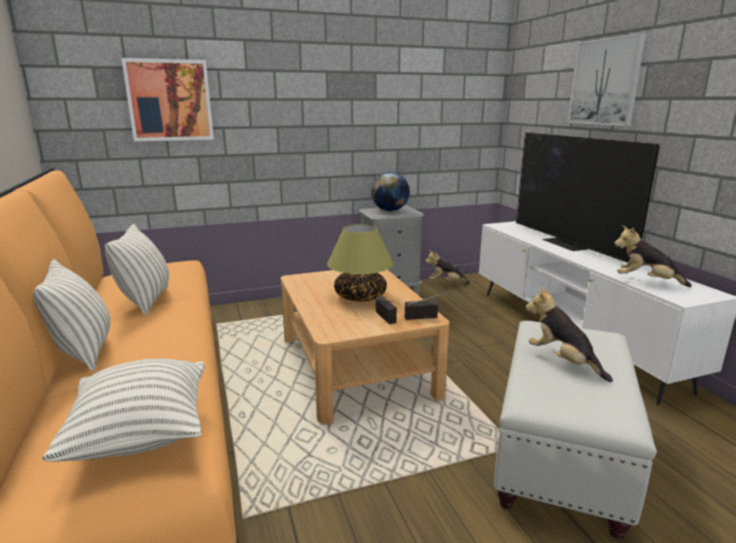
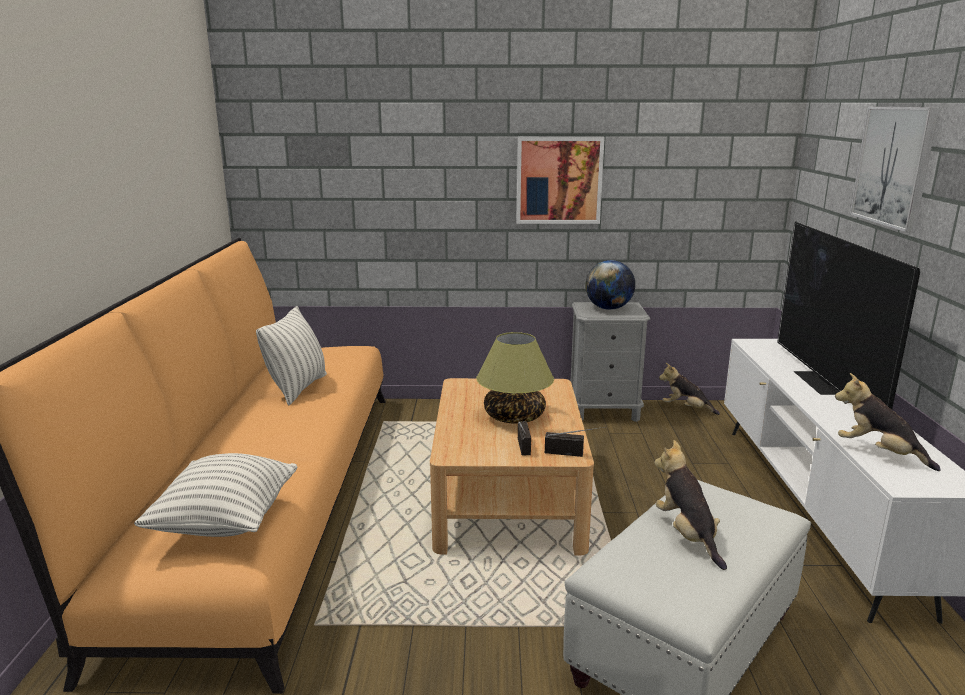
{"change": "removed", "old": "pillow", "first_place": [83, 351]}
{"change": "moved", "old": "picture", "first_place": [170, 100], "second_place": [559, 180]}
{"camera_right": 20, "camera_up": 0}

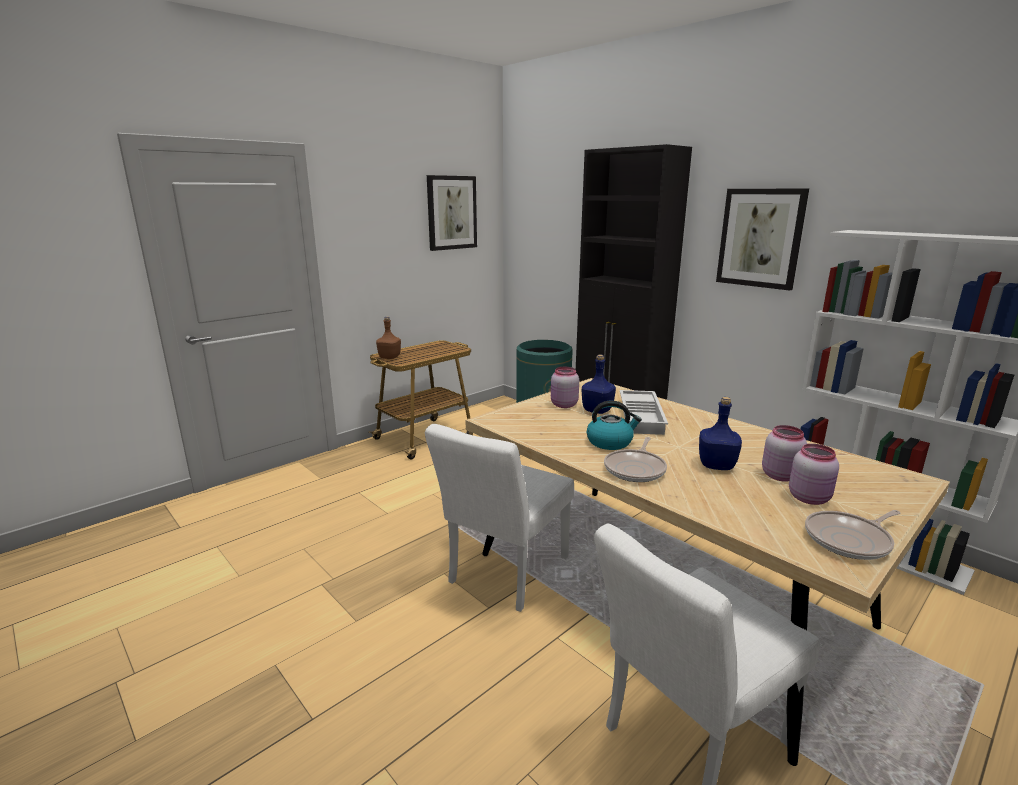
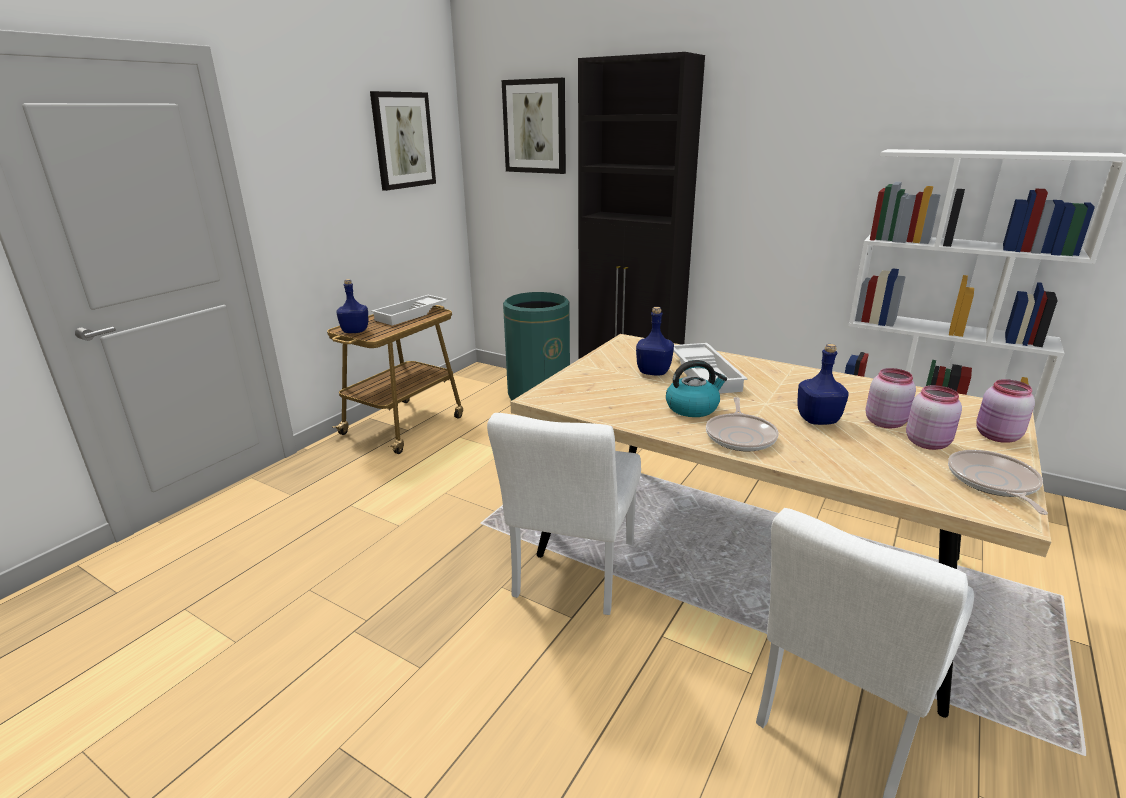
{"change": "added", "new": "white tray", "second_place": [411, 314]}
{"change": "moved", "old": "pink jar", "first_place": [563, 405], "second_place": [996, 436]}
{"change": "moved", "old": "picture", "first_place": [760, 238], "second_place": [535, 126]}
{"change": "recoloured", "old": "brown bottle", "new": "blue bottle", "first_place": [390, 357], "second_place": [356, 331]}
{"change": "turned", "old": "frying pan", "first_place": [850, 540], "second_place": [993, 482], "degrees": 135}
{"camera_right": -15, "camera_up": 5}

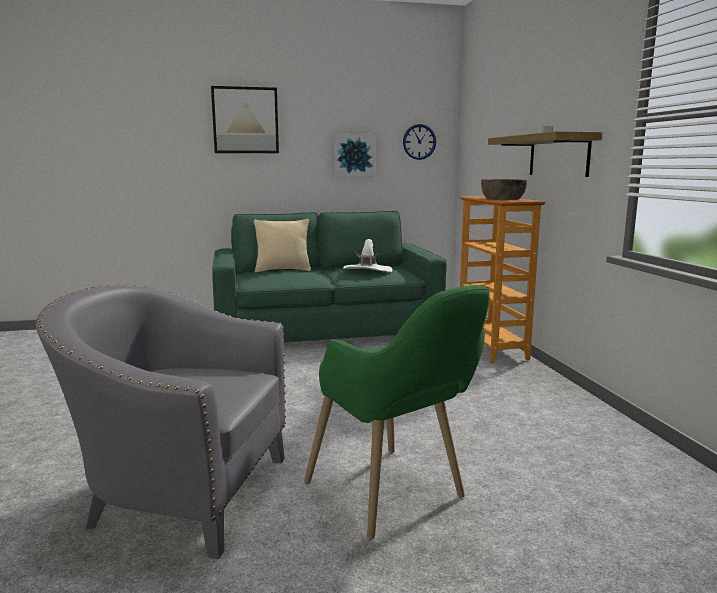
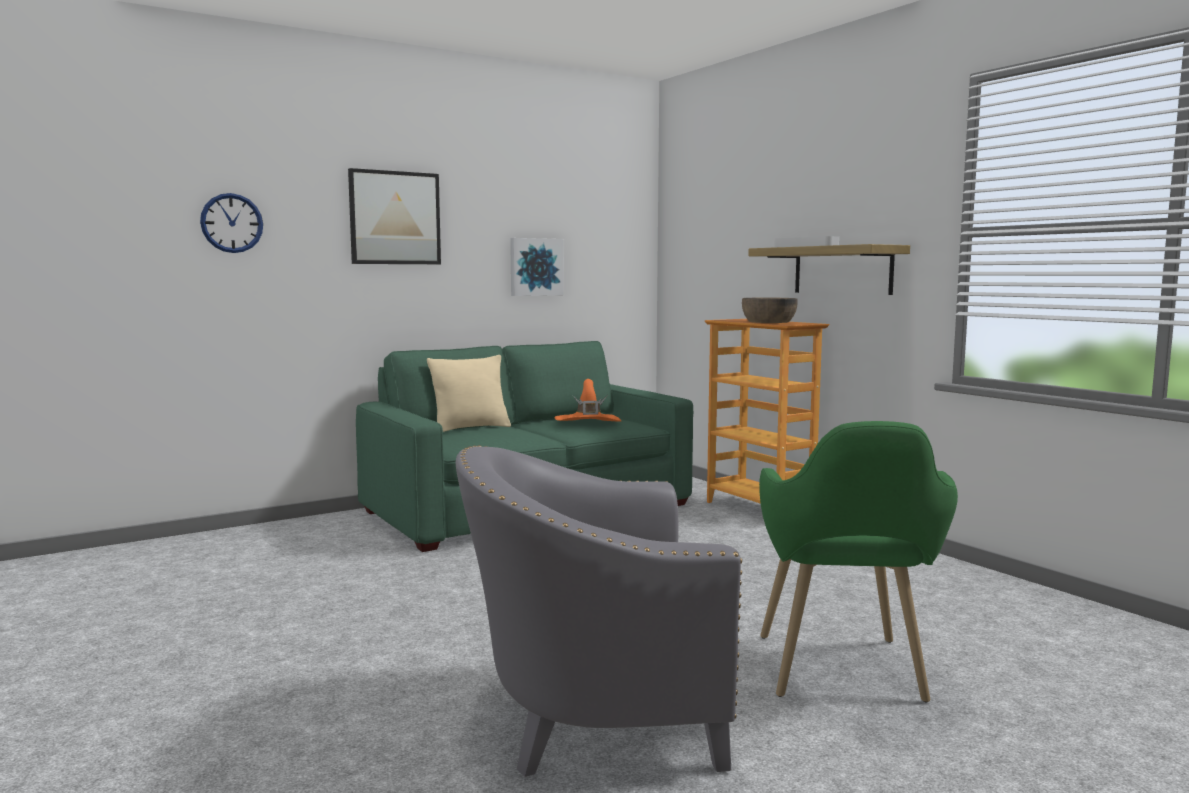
{"change": "moved", "old": "wall clock", "first_place": [419, 142], "second_place": [232, 223]}
{"change": "recoloured", "old": "white hat", "new": "orange hat", "first_place": [367, 270], "second_place": [588, 422]}
{"change": "turned", "old": "green armchair", "first_place": [396, 500], "second_place": [843, 679], "degrees": 60}
{"camera_right": -20, "camera_up": -5}

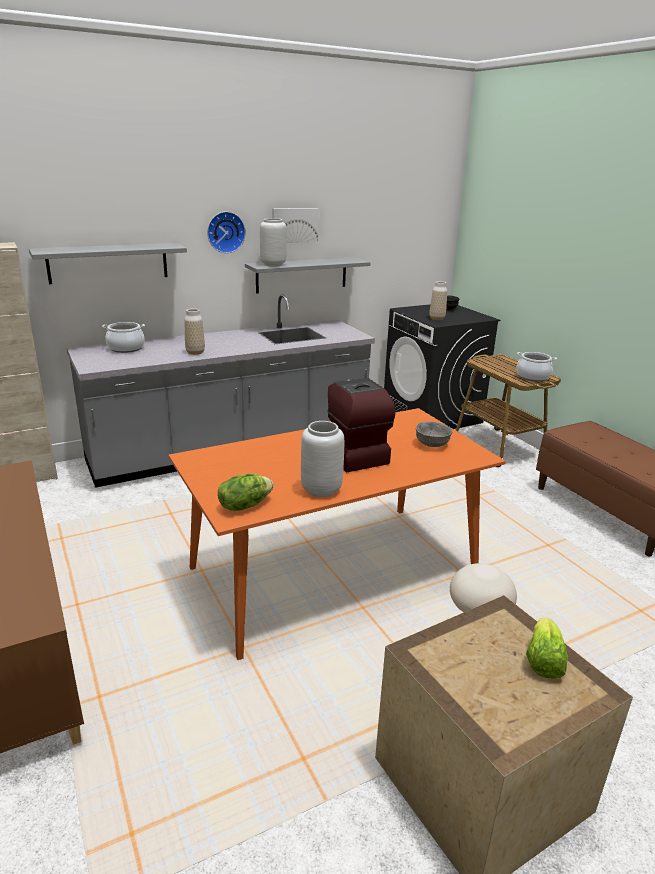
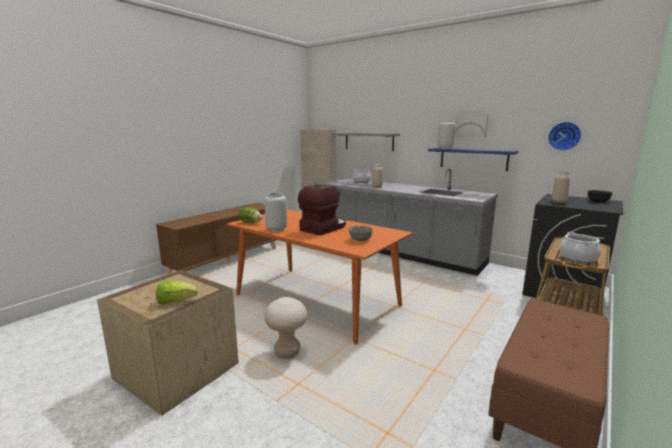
{"change": "moved", "old": "wall clock", "first_place": [225, 232], "second_place": [564, 136]}
{"change": "recoloured", "old": "grey shelf", "new": "blue shelf", "first_place": [302, 275], "second_place": [473, 159]}
{"camera_right": 65, "camera_up": -10}

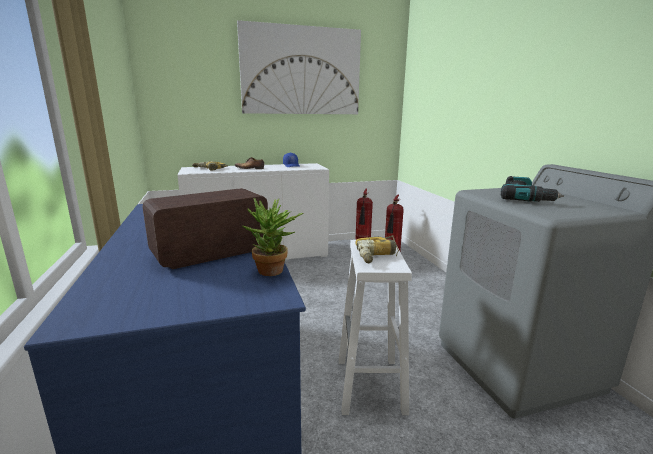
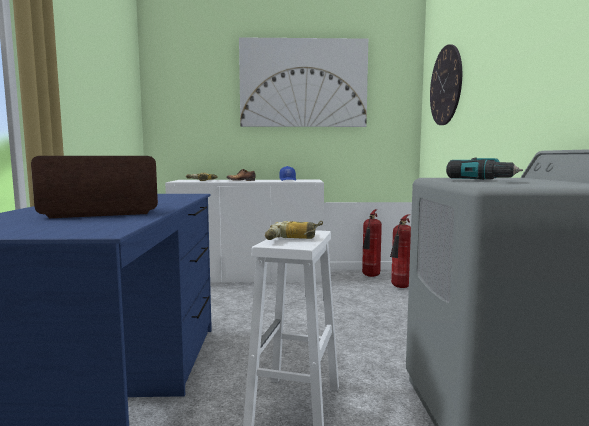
{"change": "removed", "old": "potted plant", "first_place": [274, 272]}
{"change": "added", "new": "wall clock", "second_place": [445, 86]}
{"camera_right": 15, "camera_up": -10}

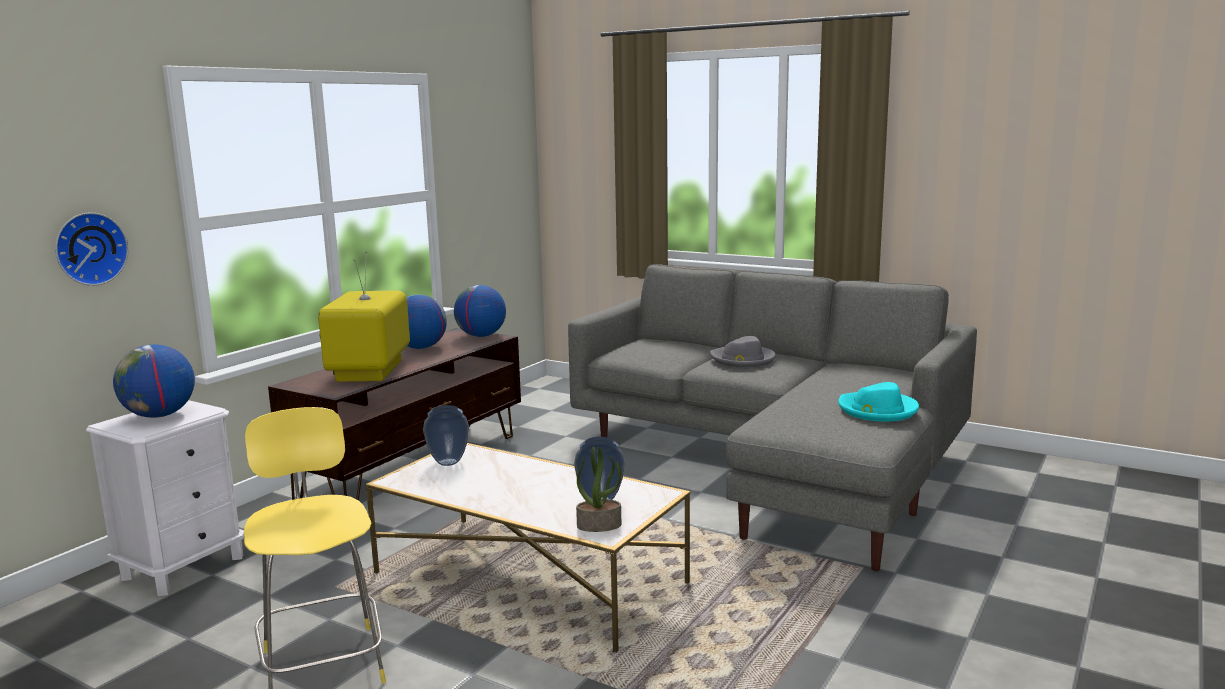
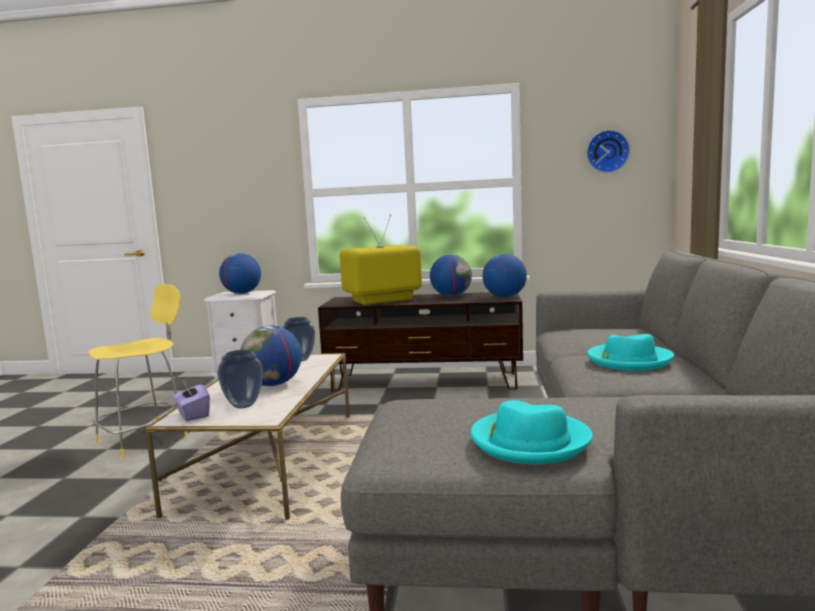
{"change": "added", "new": "globe", "second_place": [273, 385]}
{"change": "moved", "old": "wall clock", "first_place": [89, 248], "second_place": [607, 152]}
{"change": "replaced", "old": "potted plant", "new": "purple tissue box", "first_place": [599, 525], "second_place": [193, 414]}
{"change": "recoloured", "old": "grey hat", "new": "turquoise hat", "first_place": [742, 359], "second_place": [628, 360]}
{"camera_right": 65, "camera_up": -5}

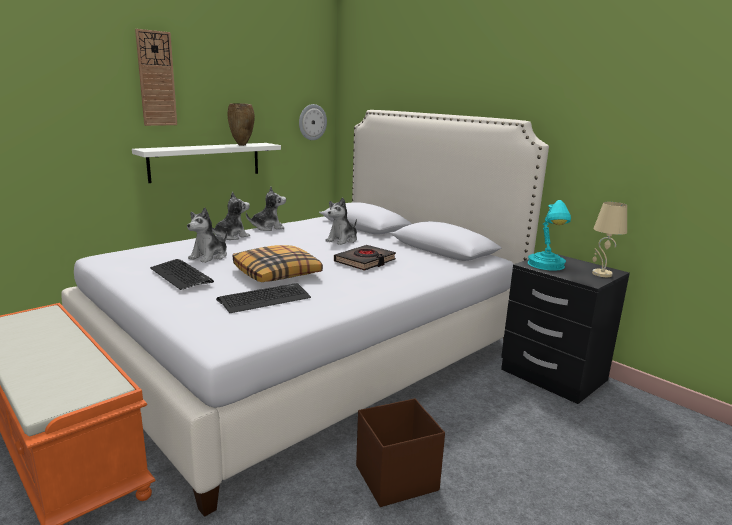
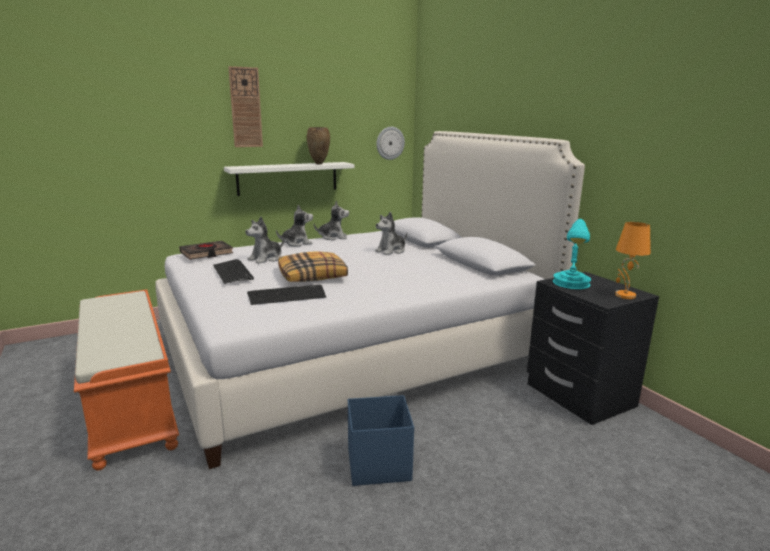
{"change": "moved", "old": "black book", "first_place": [365, 261], "second_place": [206, 253]}
{"change": "recoloured", "old": "brown storage box", "new": "blue storage box", "first_place": [395, 478], "second_place": [377, 464]}
{"change": "recoloured", "old": "beige table lamp", "new": "orange table lamp", "first_place": [601, 274], "second_place": [624, 295]}
{"camera_right": 15, "camera_up": 0}

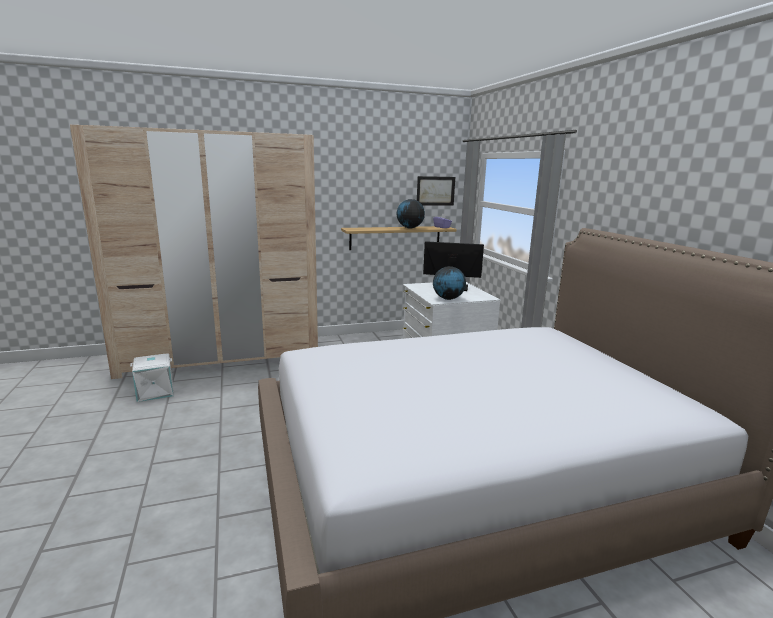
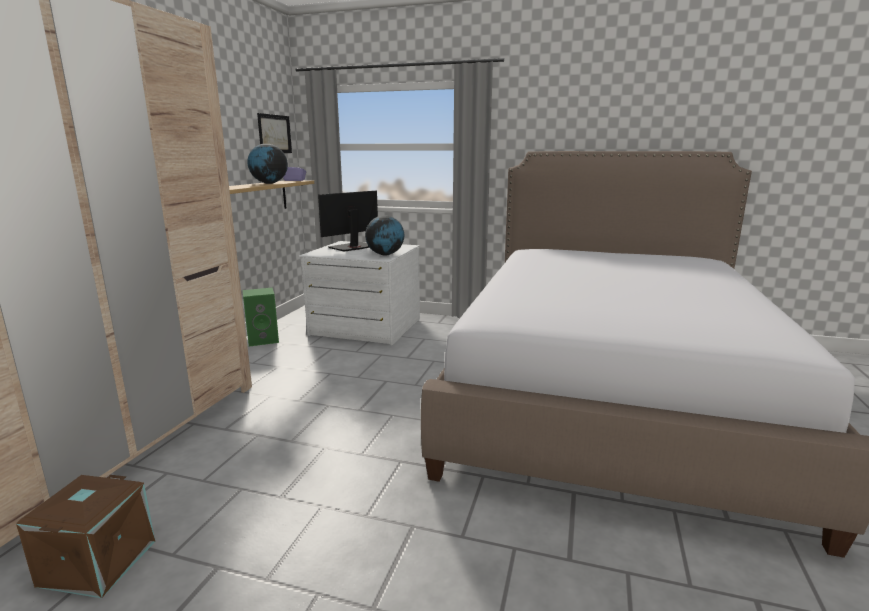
{"change": "added", "new": "green speaker", "second_place": [264, 340]}
{"change": "recoloured", "old": "white storage box", "new": "brown storage box", "first_place": [155, 391], "second_place": [97, 562]}
{"camera_right": -55, "camera_up": 0}

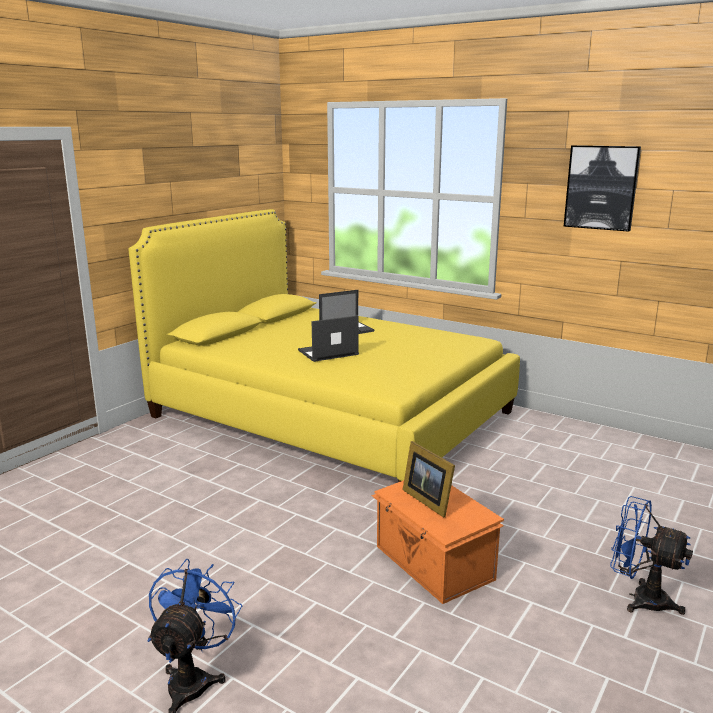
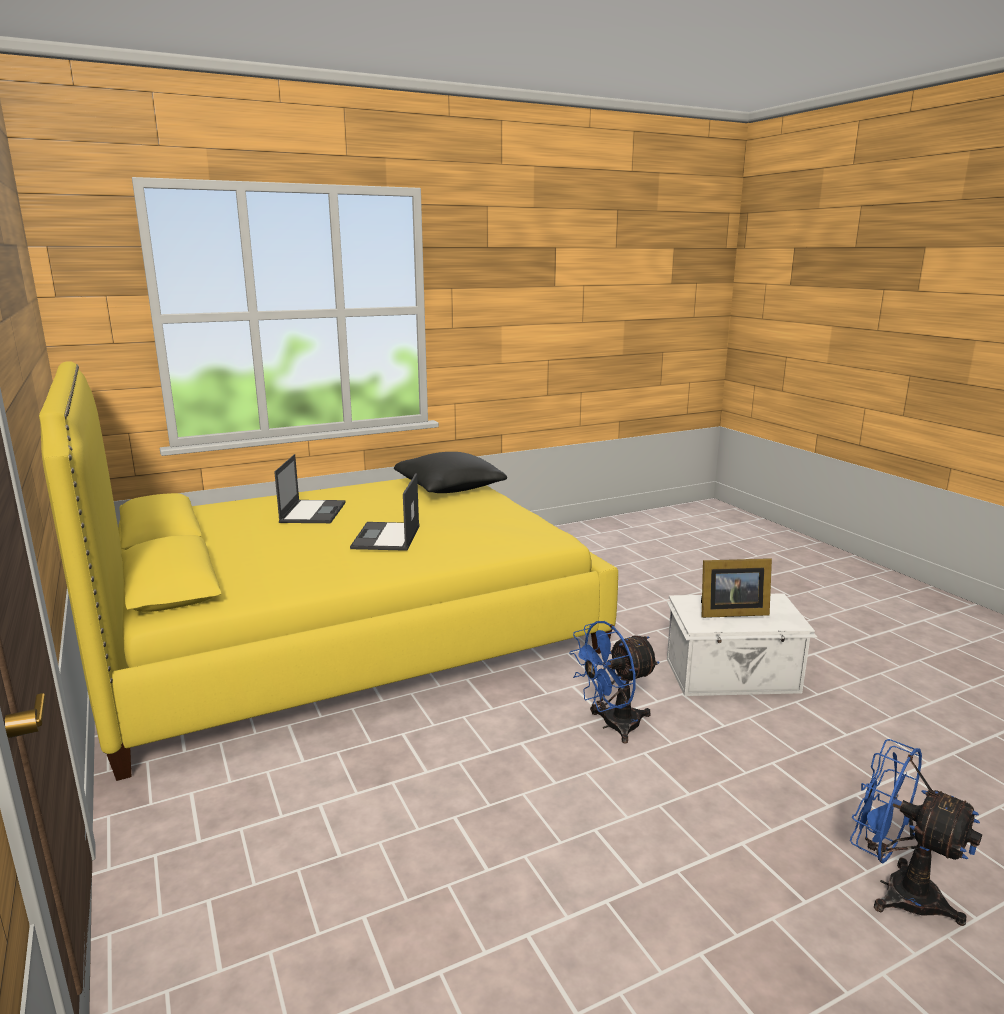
{"change": "removed", "old": "picture", "first_place": [601, 187]}
{"change": "added", "new": "black pillow", "second_place": [449, 488]}
{"change": "moved", "old": "blue fan", "first_place": [640, 598], "second_place": [612, 725]}
{"change": "recoloured", "old": "orange storage box", "new": "white storage box", "first_place": [433, 563], "second_place": [733, 676]}
{"camera_right": -60, "camera_up": 0}

